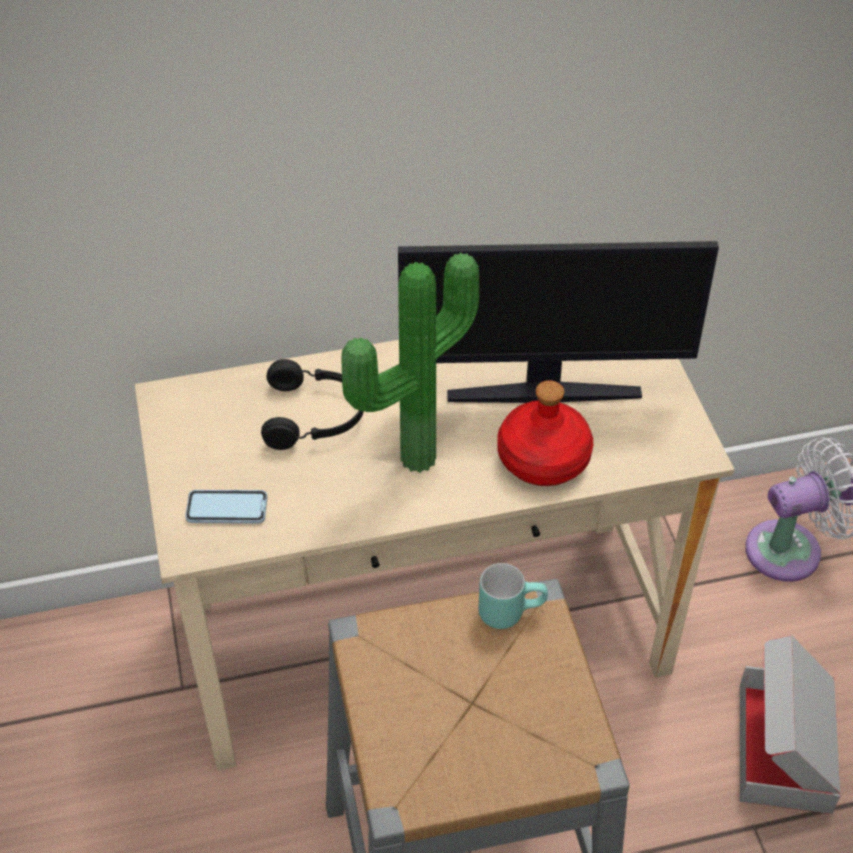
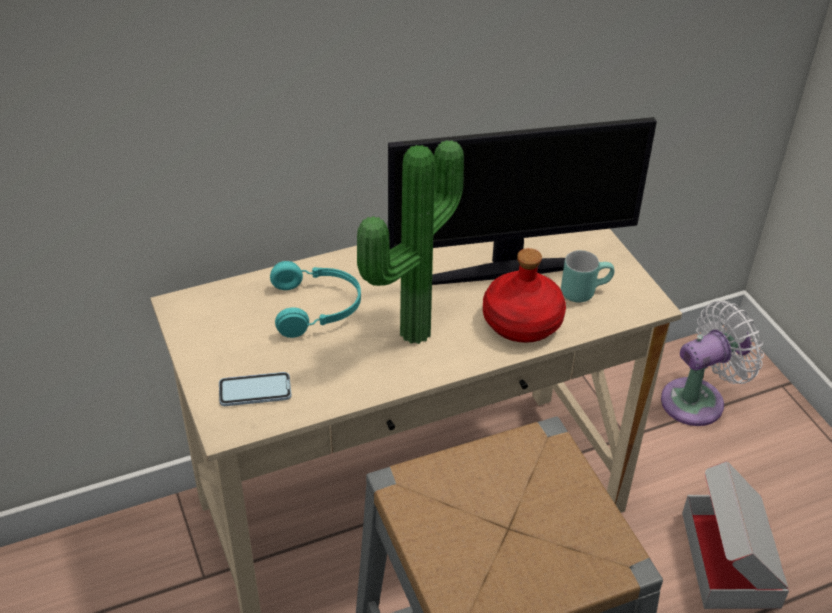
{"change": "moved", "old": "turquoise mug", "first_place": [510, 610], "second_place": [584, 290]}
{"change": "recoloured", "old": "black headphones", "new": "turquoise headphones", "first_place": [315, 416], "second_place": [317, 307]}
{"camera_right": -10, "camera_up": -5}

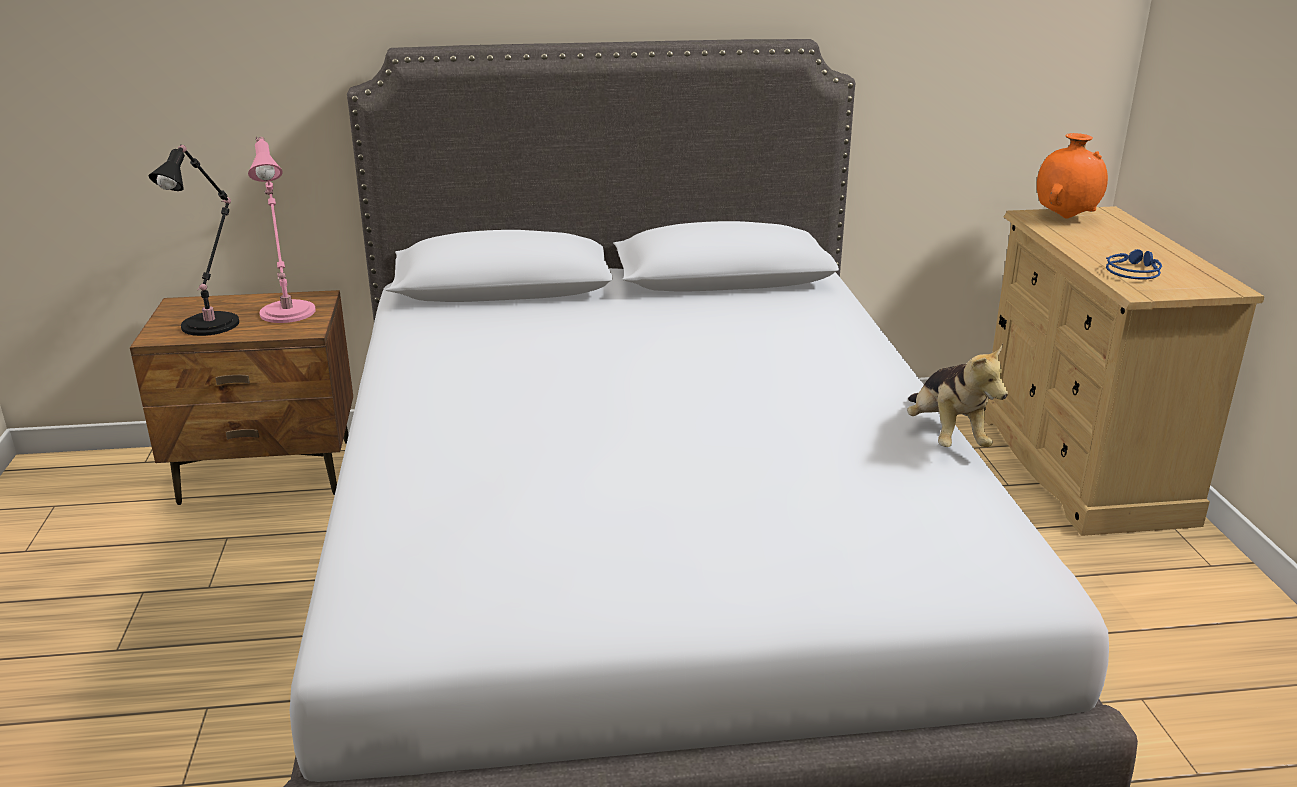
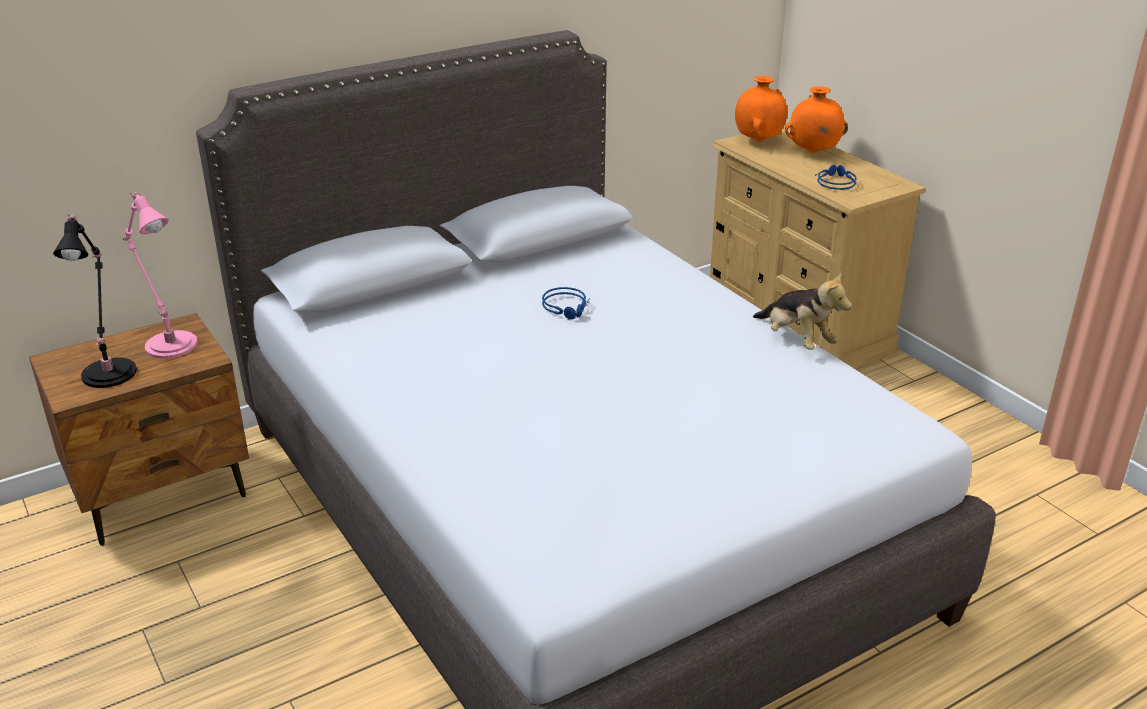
{"change": "added", "new": "blue headphones", "second_place": [567, 308]}
{"change": "added", "new": "orange vase", "second_place": [813, 152]}
{"camera_right": -25, "camera_up": 5}

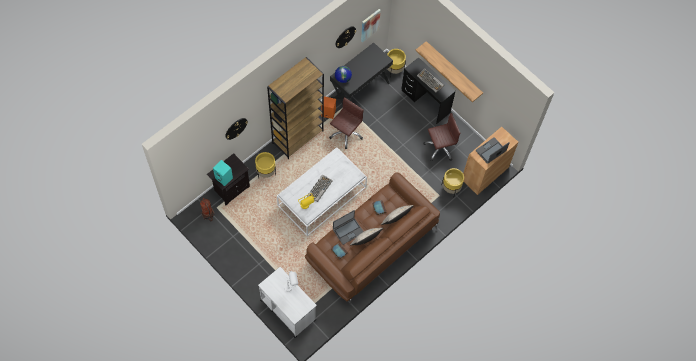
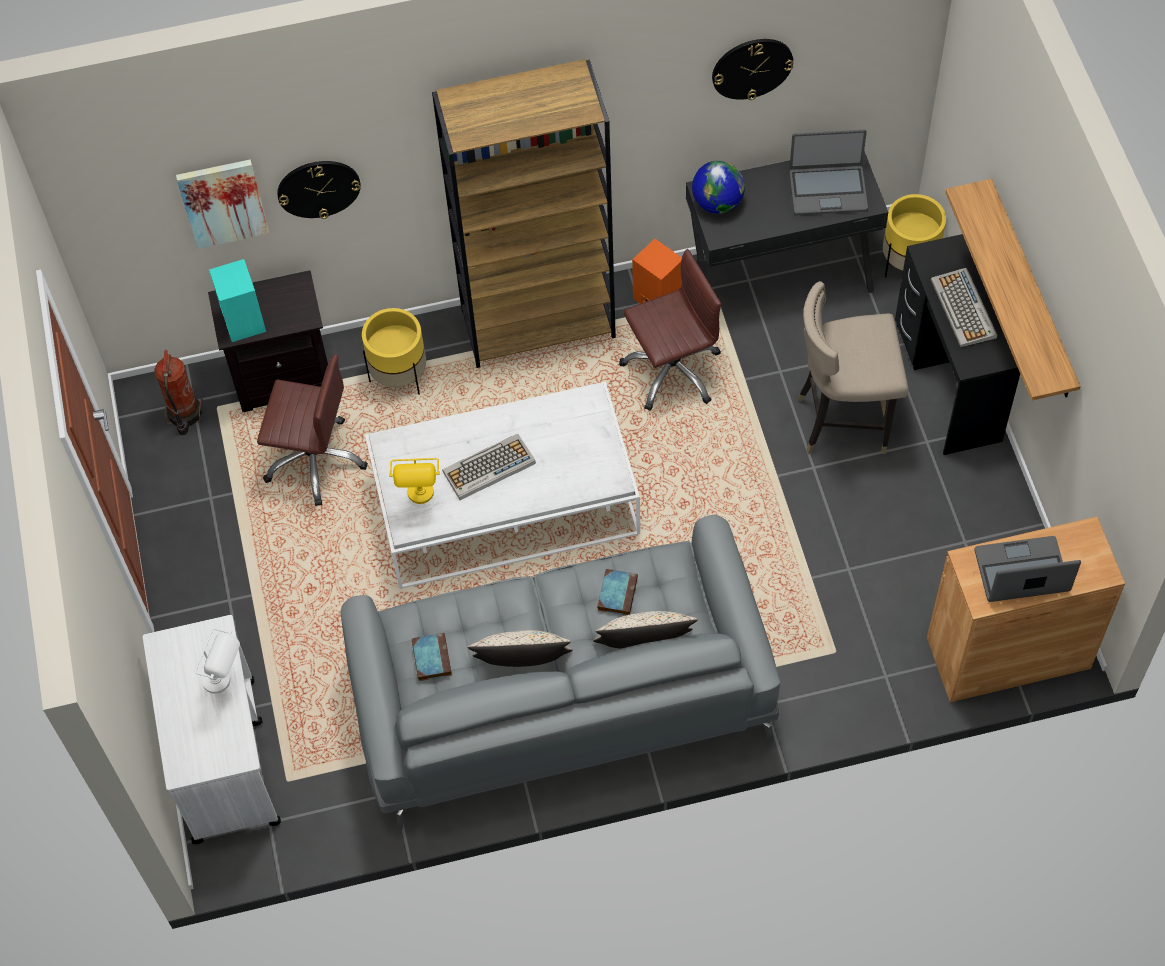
{"change": "removed", "old": "yellow planter", "first_place": [451, 188]}
{"change": "added", "new": "beige stool", "second_place": [843, 421]}
{"change": "moved", "old": "laptop", "first_place": [348, 231], "second_place": [828, 190]}
{"change": "moved", "old": "picture", "first_place": [369, 25], "second_place": [223, 202]}
{"change": "moved", "old": "brown office chair", "first_place": [440, 148], "second_place": [315, 460]}
{"change": "recoloured", "old": "brown sofa", "new": "grey sofa", "first_place": [371, 244], "second_place": [559, 695]}
{"camera_right": 35, "camera_up": -5}

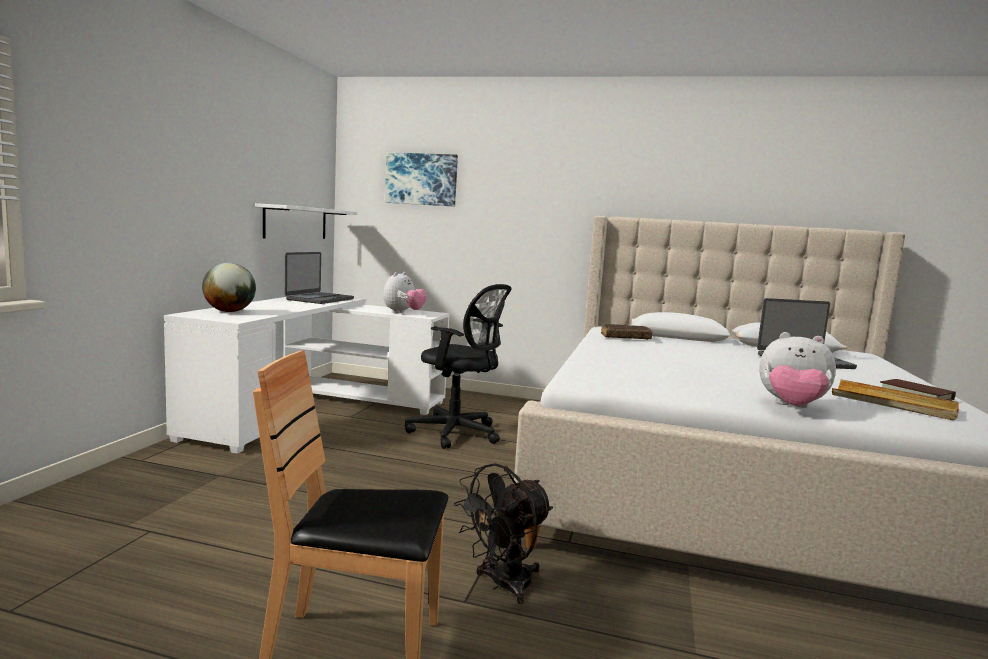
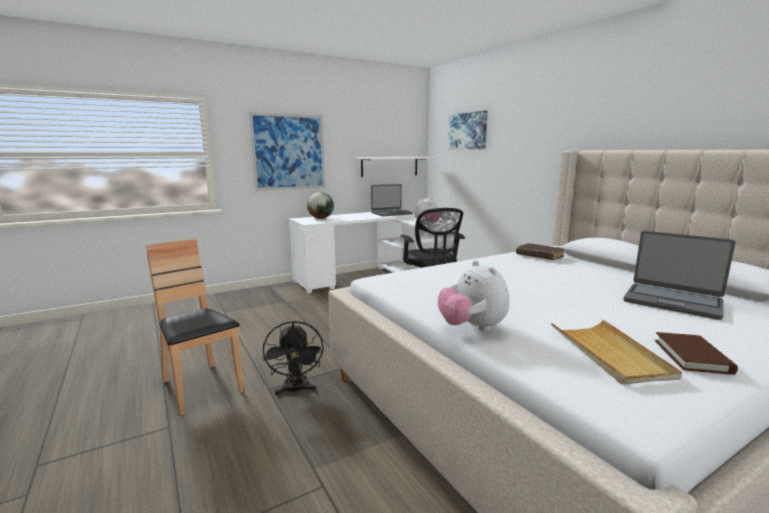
{"change": "added", "new": "picture", "second_place": [289, 152]}
{"change": "turned", "old": "black fan", "first_place": [502, 585], "second_place": [296, 390], "degrees": -105}
{"camera_right": 45, "camera_up": 5}

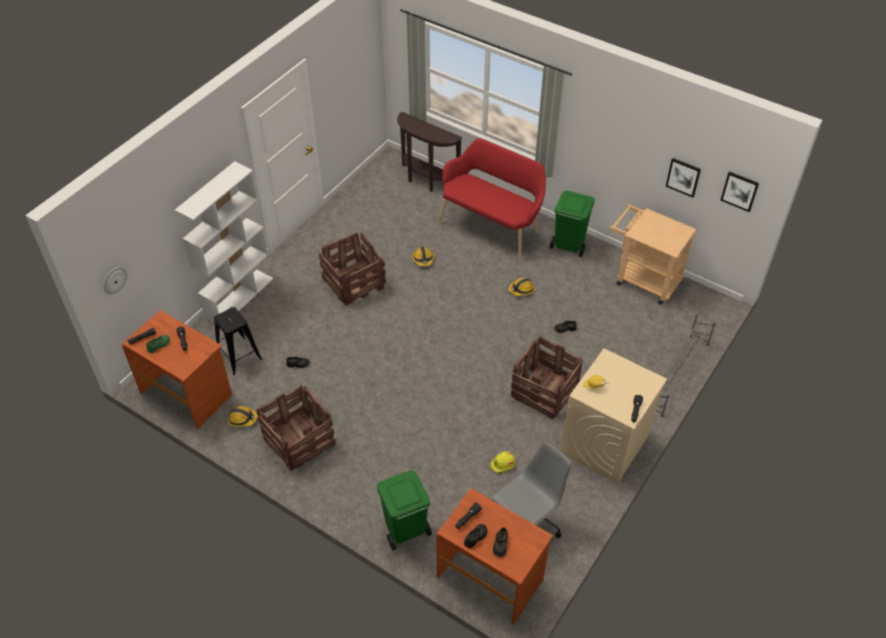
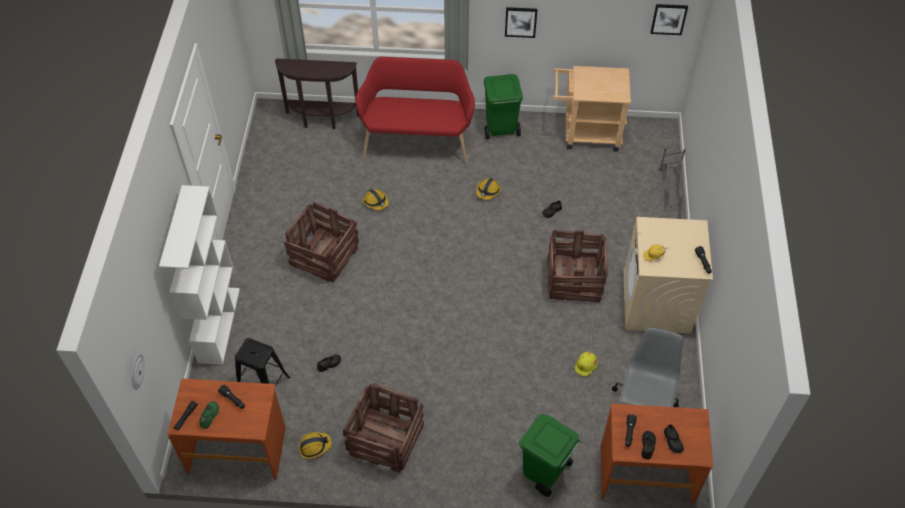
{"change": "moved", "old": "picture", "first_place": [683, 177], "second_place": [520, 21]}
{"camera_right": -30, "camera_up": 5}

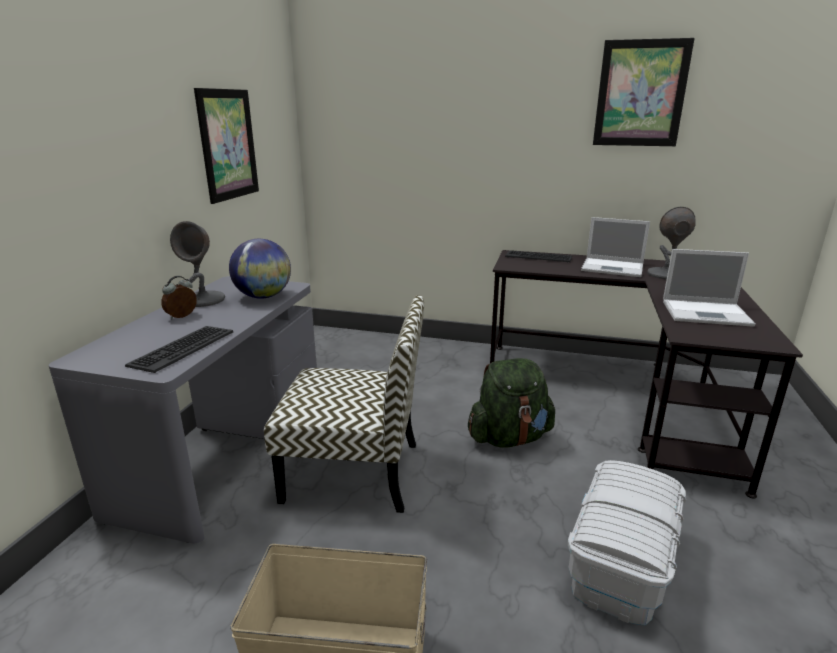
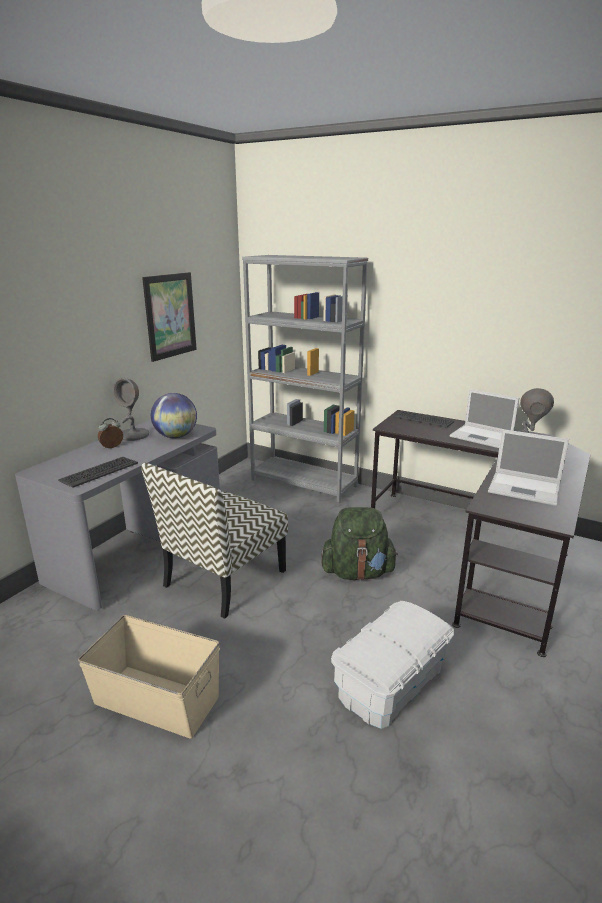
{"change": "removed", "old": "picture", "first_place": [640, 94]}
{"change": "added", "new": "grey bookcase", "second_place": [304, 483]}
{"change": "turned", "old": "chair", "first_place": [355, 471], "second_place": [224, 579], "degrees": 105}
{"camera_right": 15, "camera_up": 0}

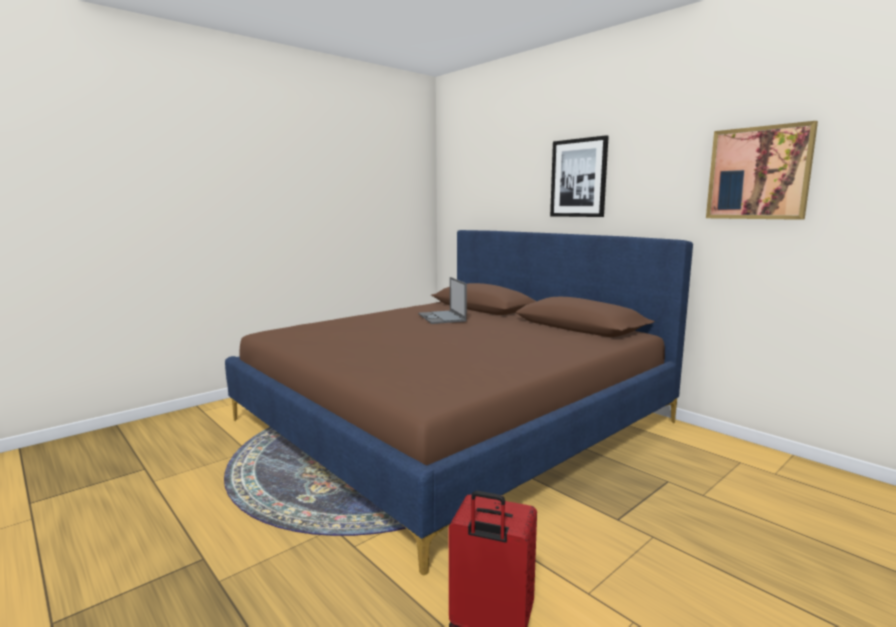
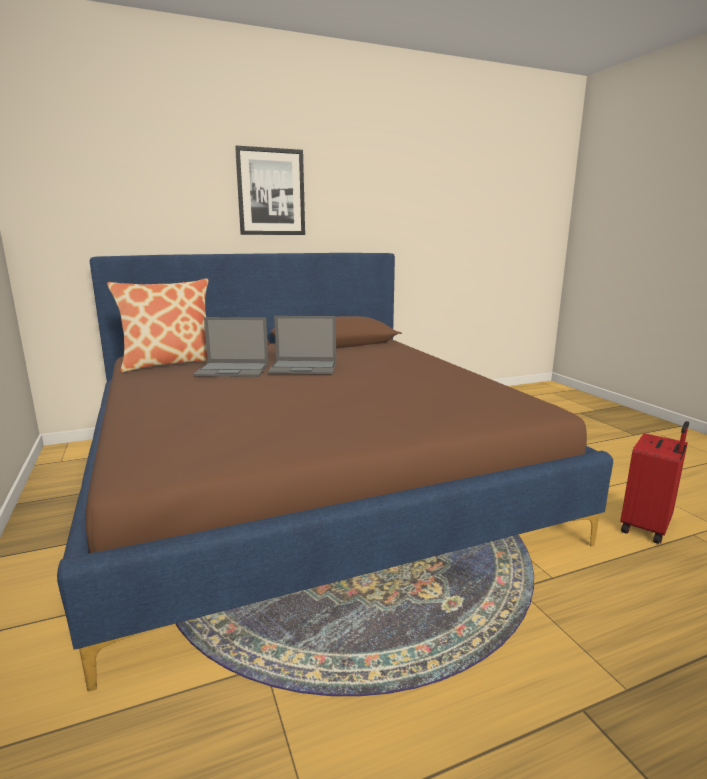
{"change": "removed", "old": "picture", "first_place": [758, 173]}
{"change": "added", "new": "pillow", "second_place": [170, 363]}
{"change": "added", "new": "laptop", "second_place": [304, 368]}
{"camera_right": -70, "camera_up": 5}

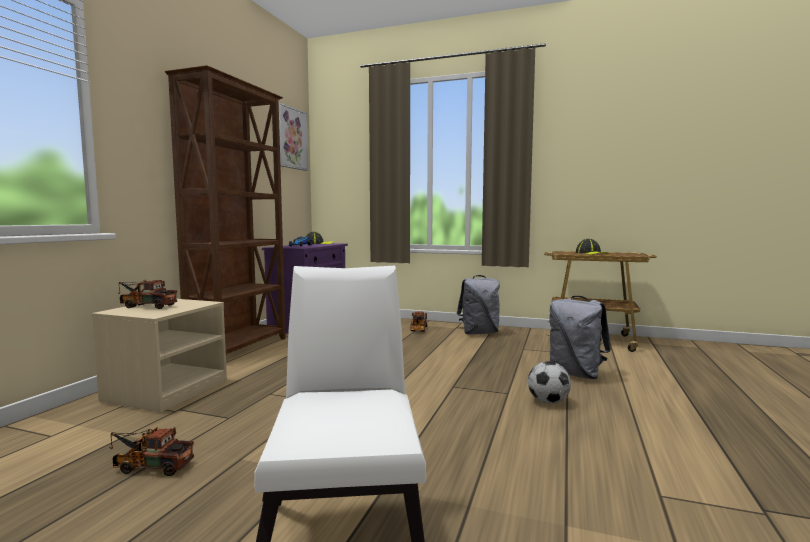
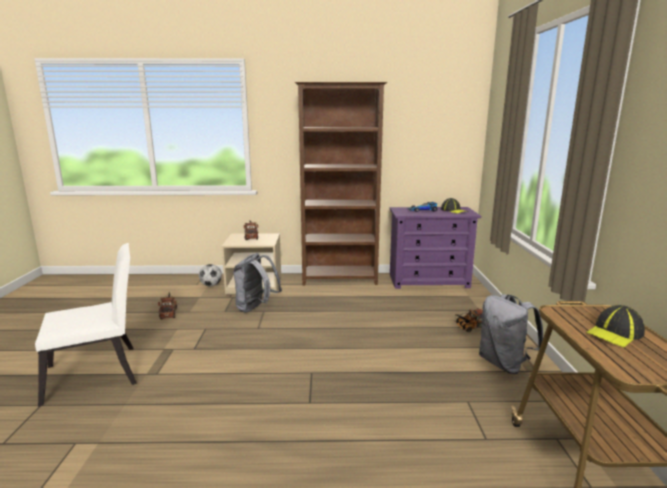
{"change": "removed", "old": "picture", "first_place": [291, 138]}
{"change": "moved", "old": "football", "first_place": [548, 402], "second_place": [211, 285]}
{"change": "moved", "old": "grey backpack", "first_place": [576, 374], "second_place": [256, 308]}
{"camera_right": 70, "camera_up": 10}

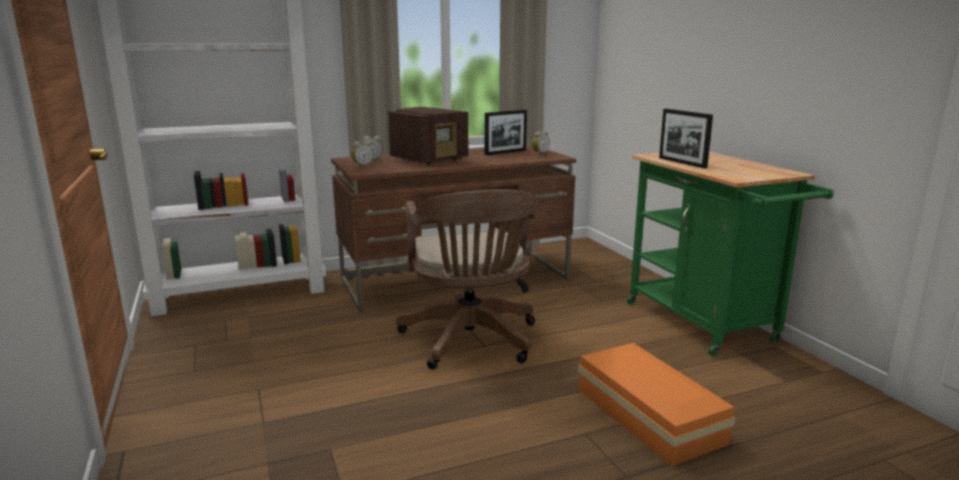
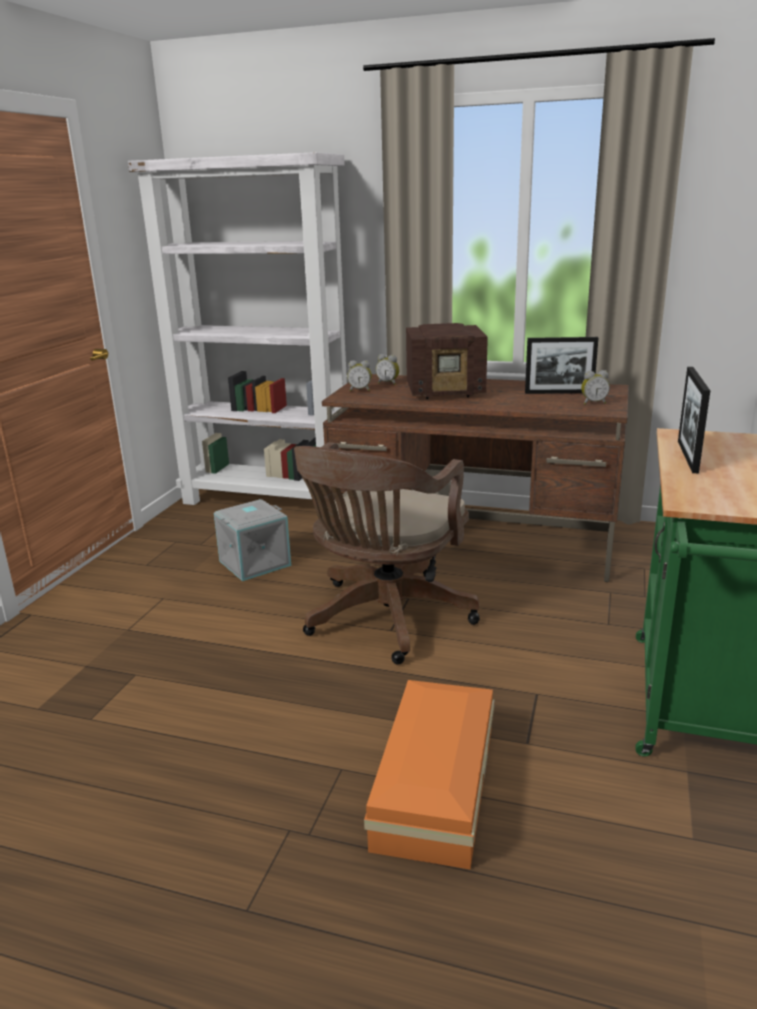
{"change": "added", "new": "grey storage box", "second_place": [254, 562]}
{"camera_right": 40, "camera_up": 5}

